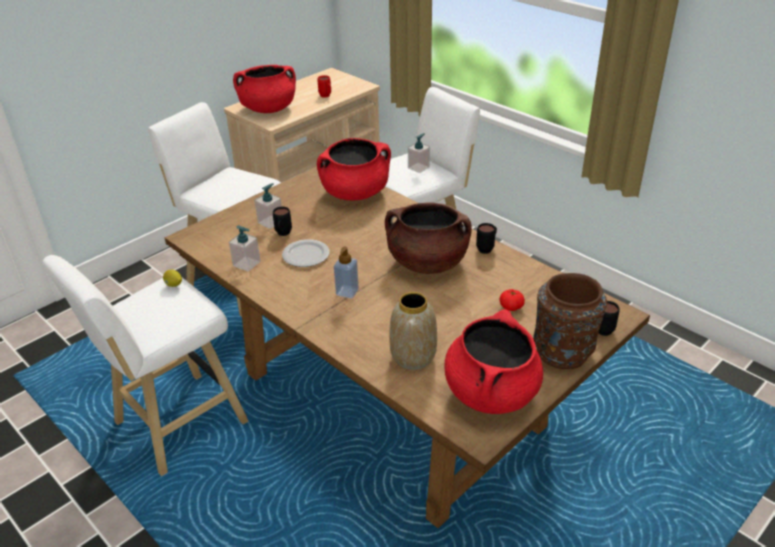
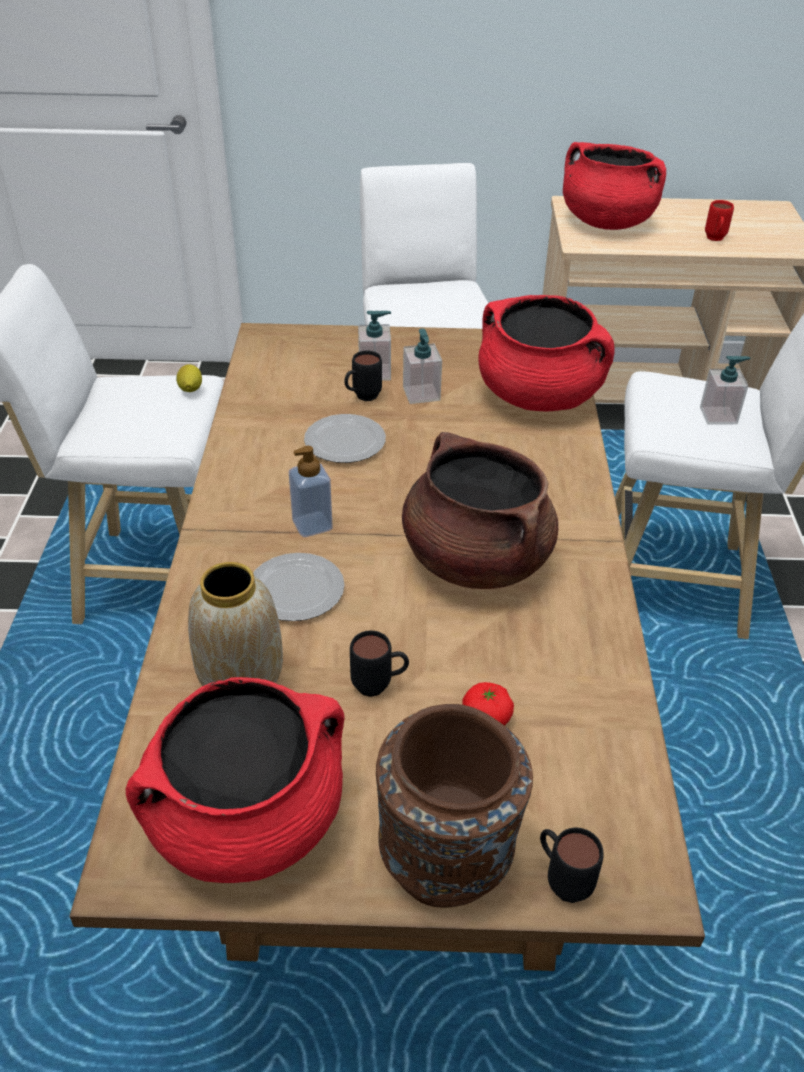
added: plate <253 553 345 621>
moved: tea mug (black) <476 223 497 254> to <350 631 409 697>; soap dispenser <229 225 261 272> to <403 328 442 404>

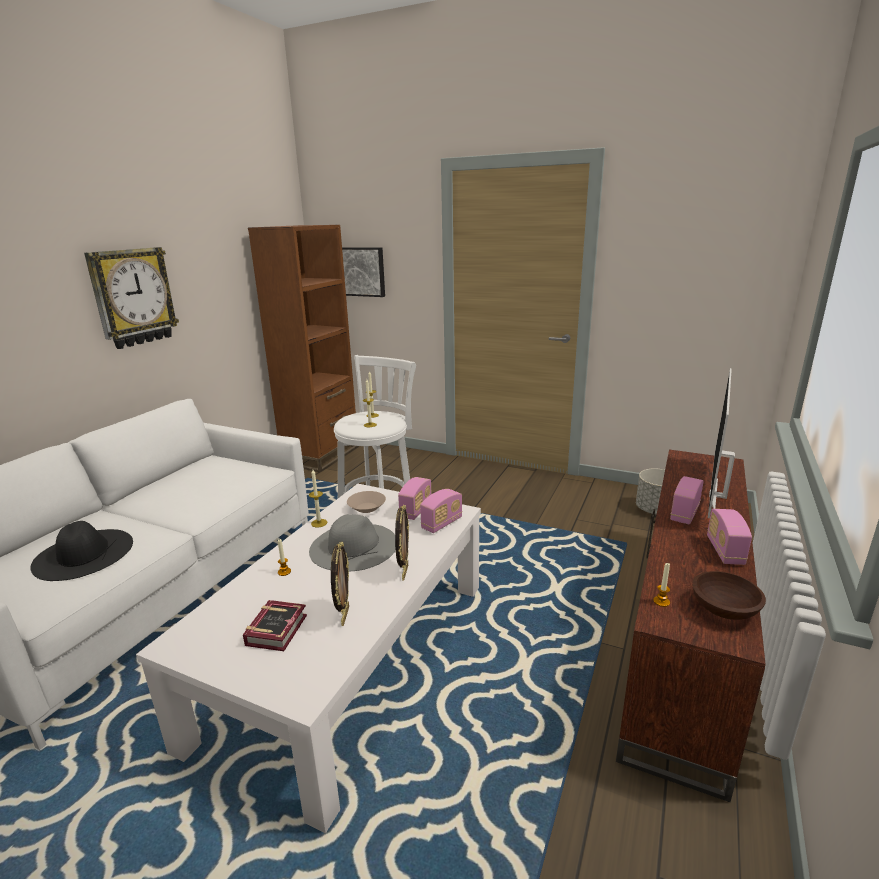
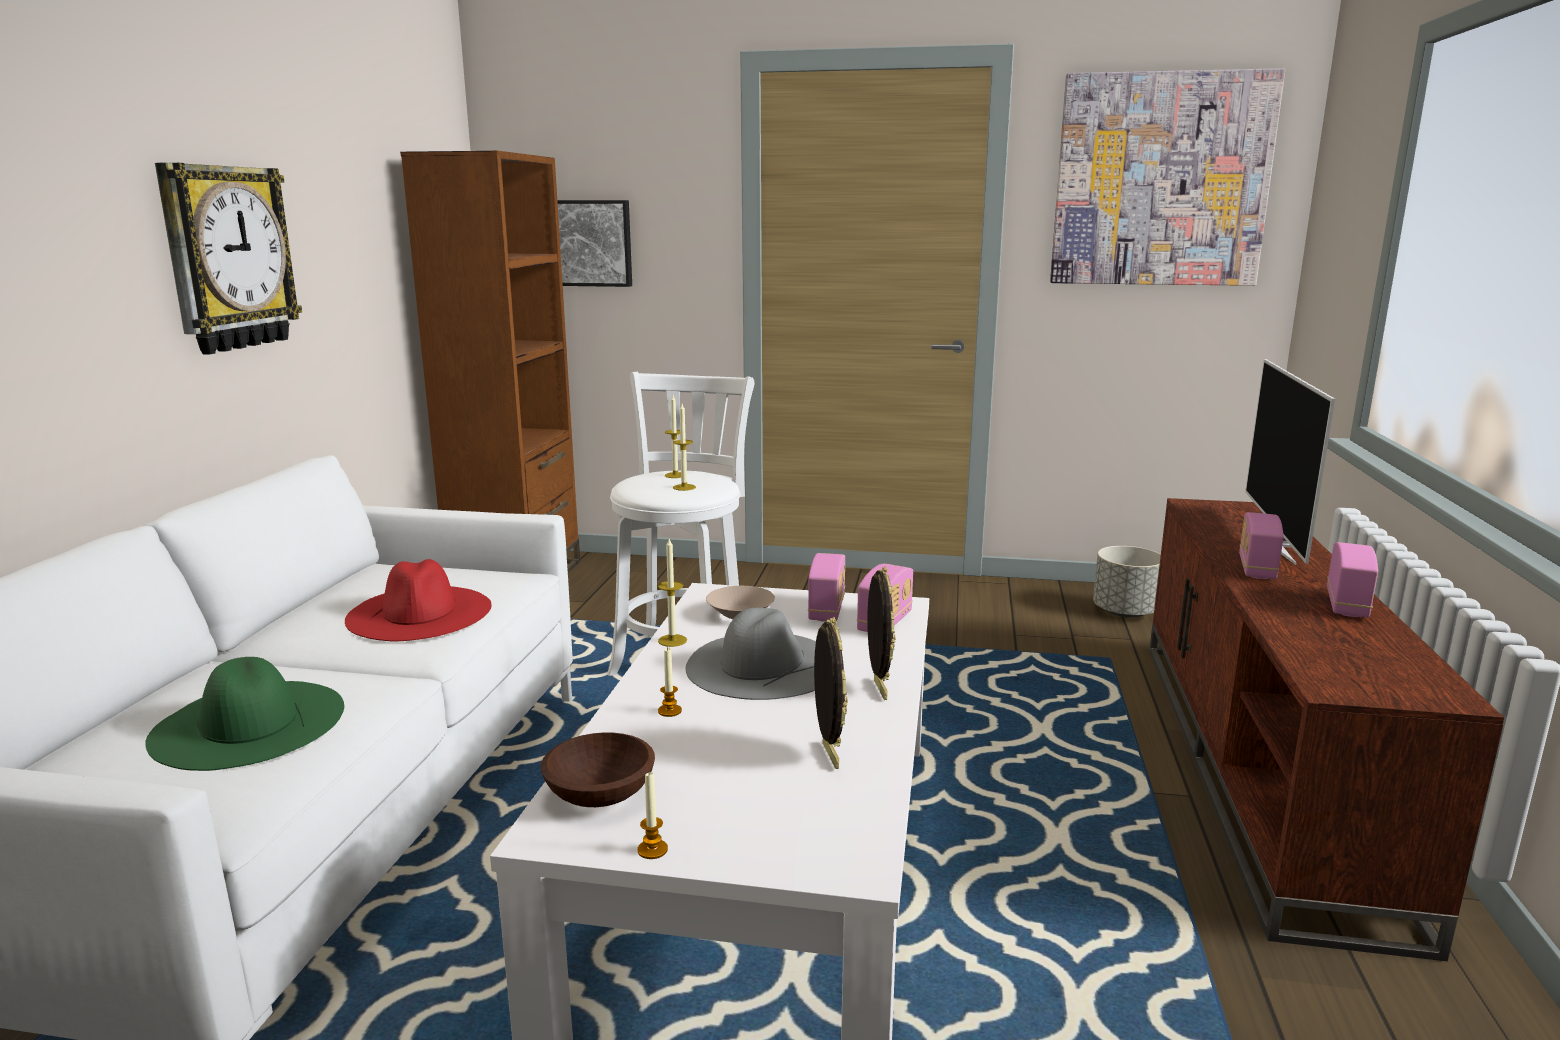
removed: bound book <243 600 307 651>
added: wall art <1050 68 1285 286>; wearable hat (red-coloured) <345 559 492 641>
moved: wax light <653 563 670 607> to <638 772 668 859>; serving bowl (brown-coloured) <692 571 766 620> to <541 733 655 807>
recoloured: wearable hat (black) <30 521 133 581> to wearable hat (greenish) <145 657 344 771>
turned: radio <707 509 752 565> = <1327 542 1378 617> 150 degrees counterclockwise

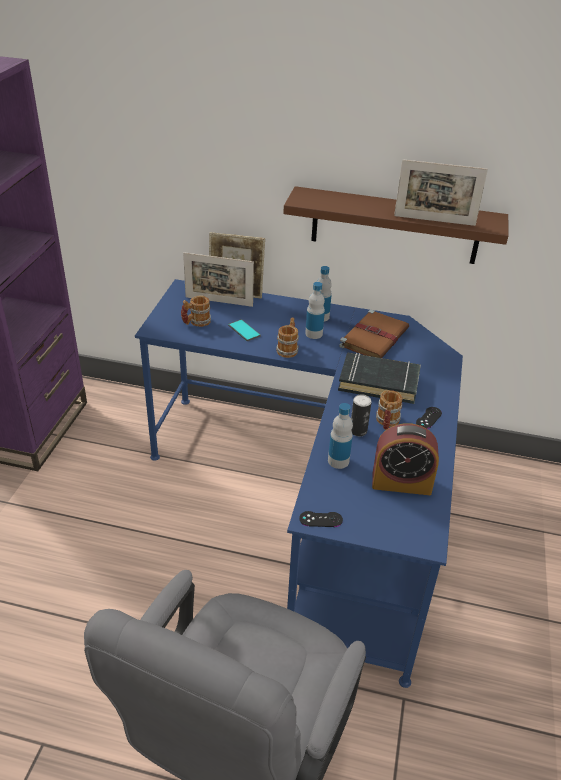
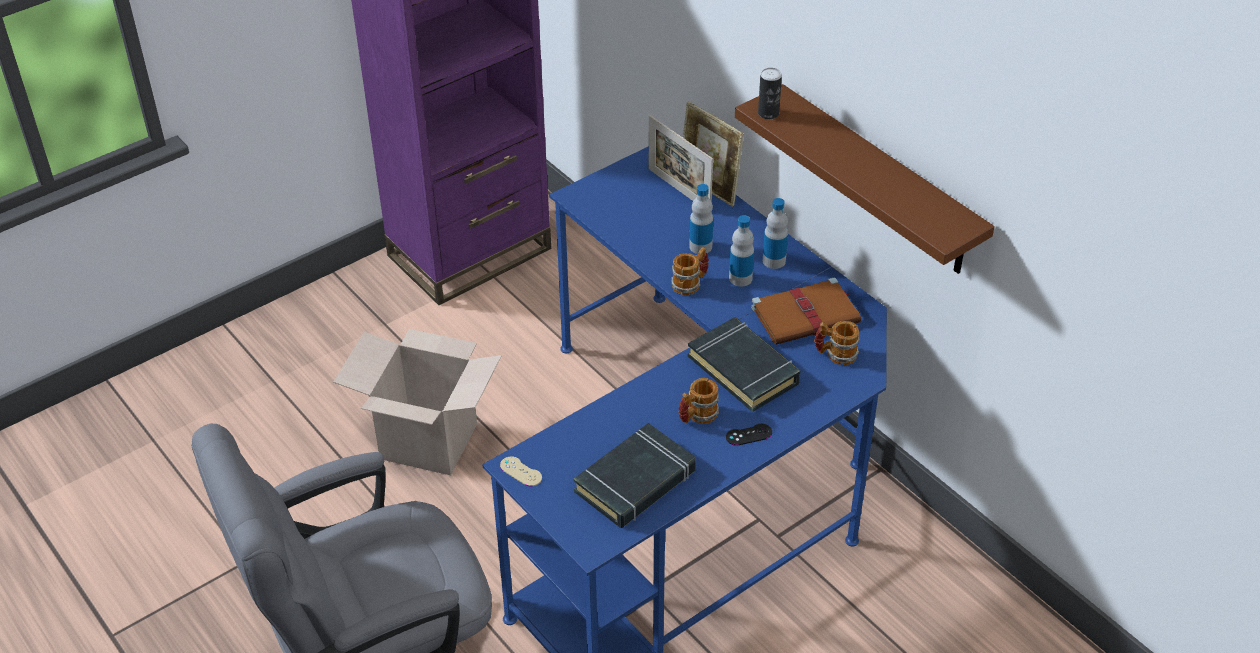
removed: picture frame <394 159 488 226>; handset <228 319 261 341>
added: cardboard box <333 329 502 475>
moved: tea mug <181 296 211 327> to <814 321 860 365>; sealed can <351 394 372 436> to <758 68 782 119>; beverage bottle <328 403 353 469> to <689 184 713 254>
replaced: alarm clock <372 423 439 495> to bound book (black) <573 423 696 528>
recoloured: joypad (black) <299 511 343 527> to joypad (beige) <500 457 542 486>

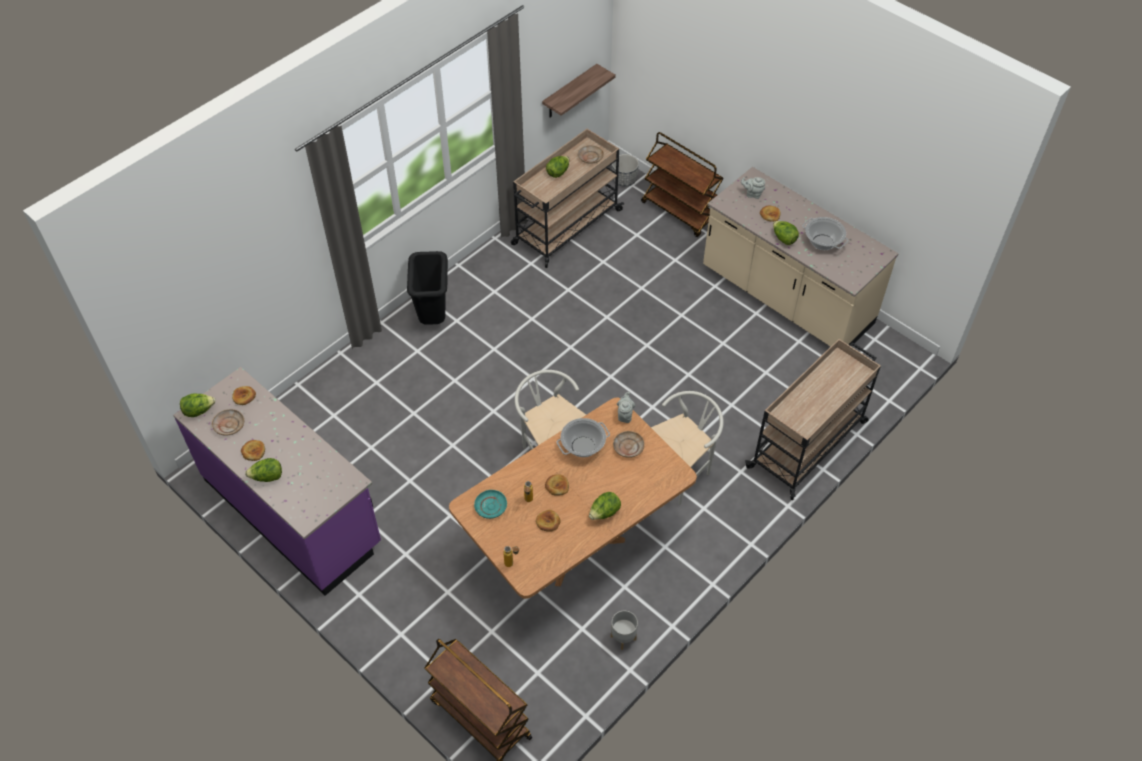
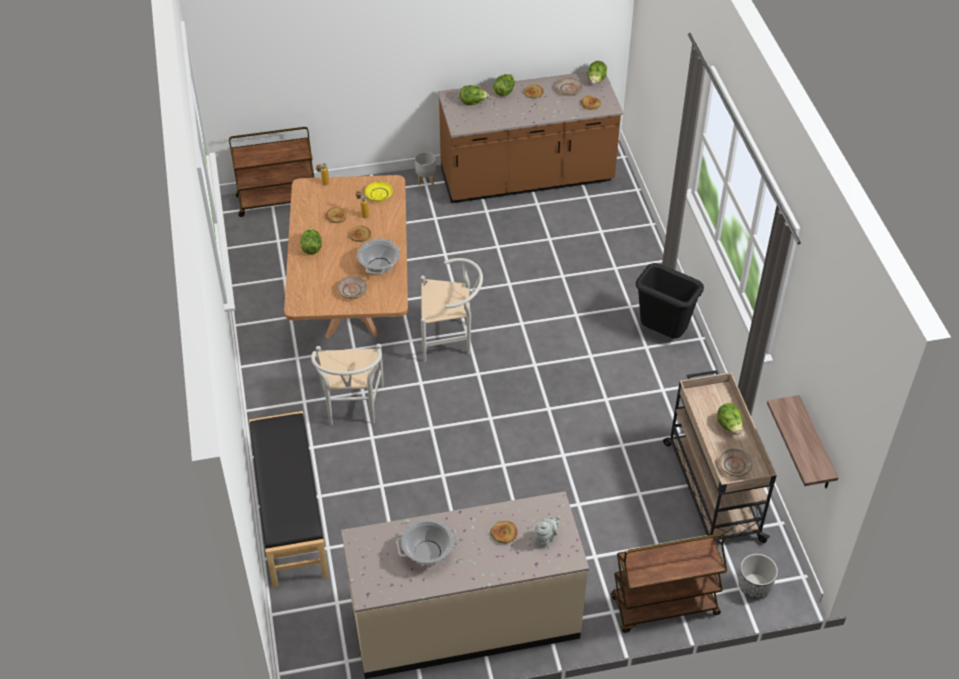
removed: pot for tea (greyish) <617 392 635 423>
moved: head of lettuce <773 221 799 245> to <460 85 489 105>; planter (greyish) <611 611 638 650> to <415 152 436 185>
replaced: trolley (beige) <745 339 881 500> to long seat (black) <249 411 329 587>
recoloured: kitchen counter (purplish) <173 367 381 596> to kitchen counter (brown-coloured) <438 72 623 203>; plate (turquoise) <474 490 507 519> to plate (yellowish) <365 181 393 201>

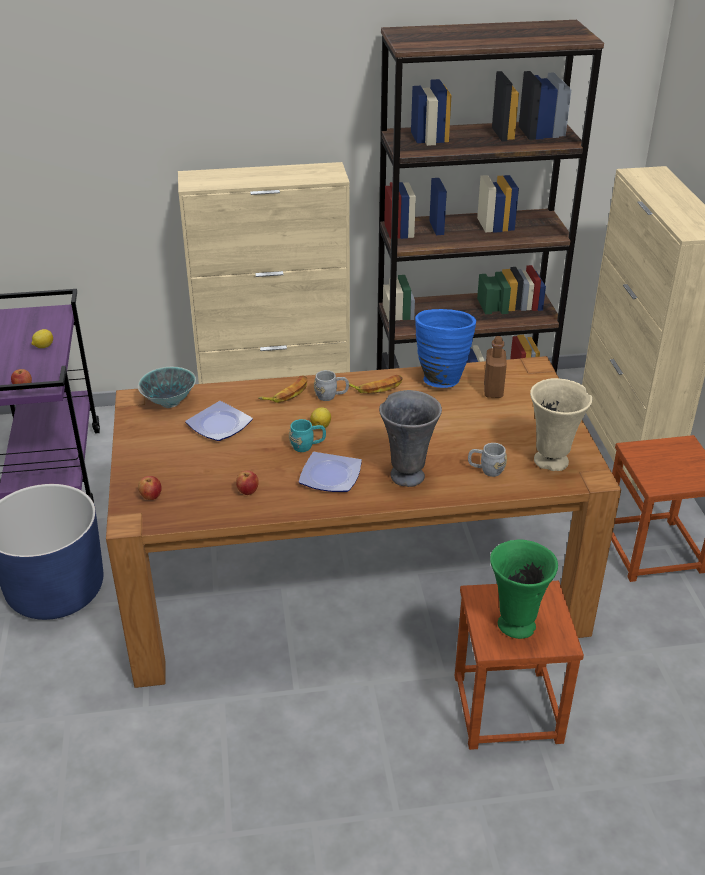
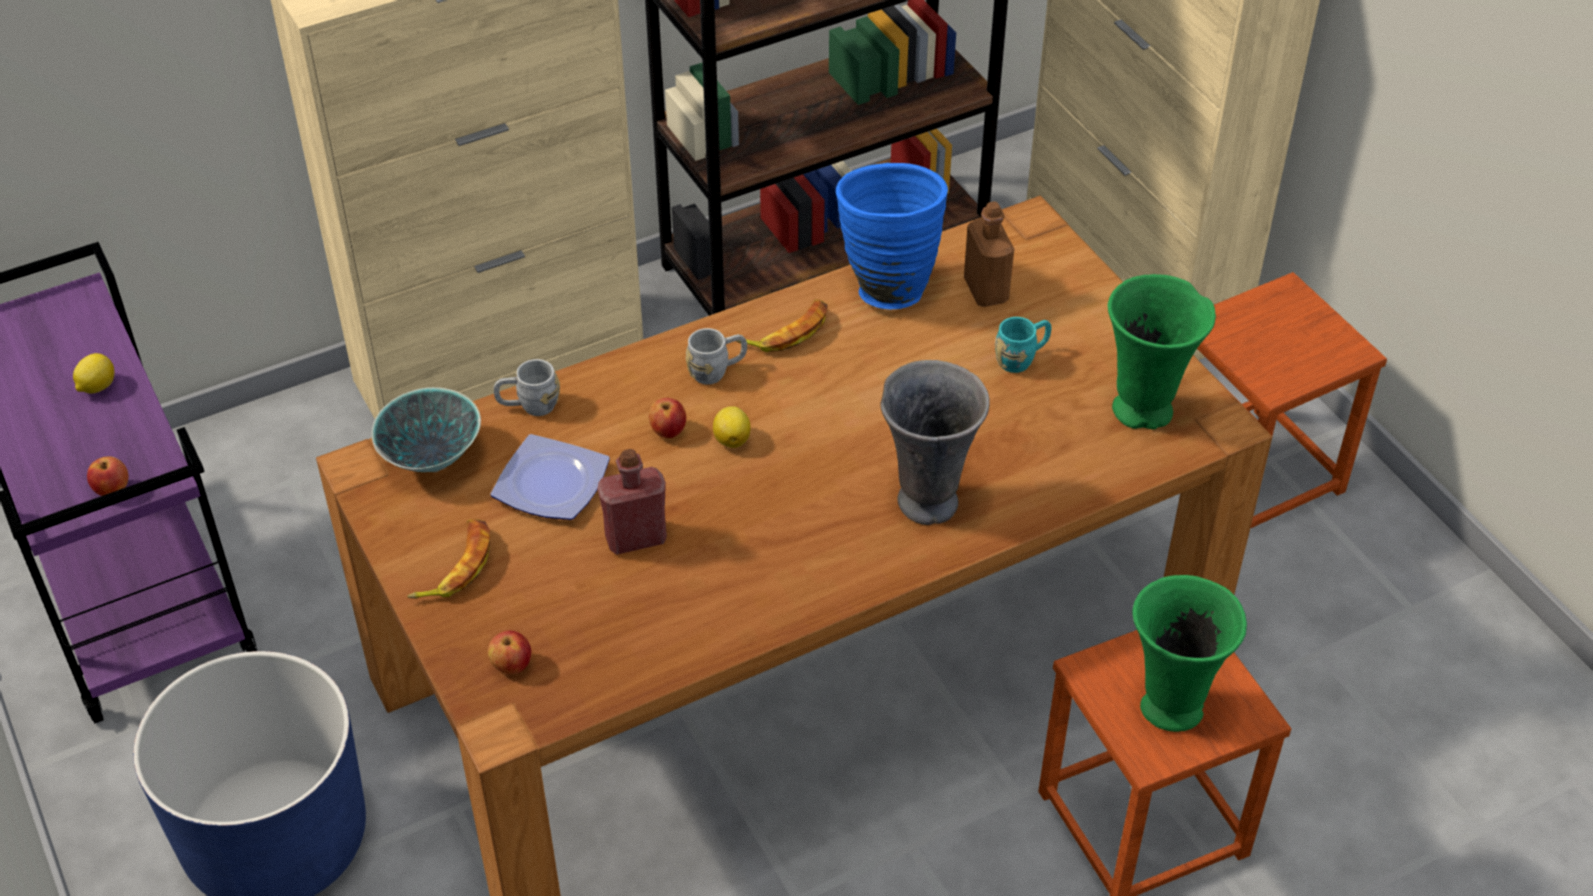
removed: plate <299 452 362 492>
added: beverage bottle (red-coloured) <597 449 667 555>
moved: whole banana <258 376 307 403> to <407 519 490 599>; tea mug (turquoise) <289 419 326 452> to <995 317 1052 373>; tea mug (greyish) <468 443 507 477> to <494 359 560 416>; apple <236 470 259 495> to <649 398 686 438>
recoloured: flower vase (beige) <530 378 593 471> to flower vase (greenish) <1108 274 1216 429>

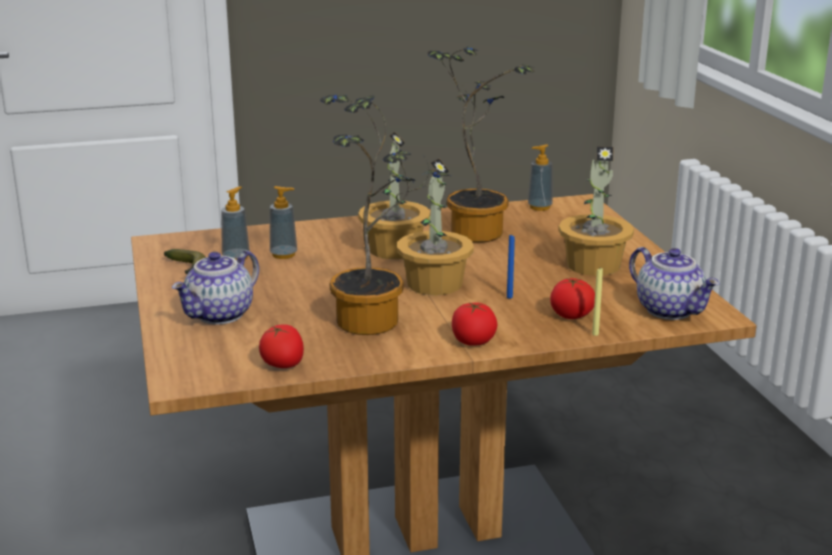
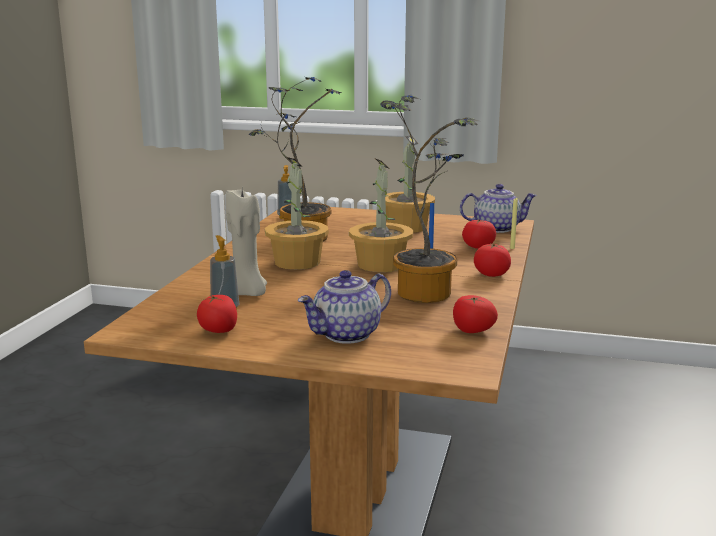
replaced: soap dispenser <270 186 297 259> to wax light (beige) <225 190 267 296>; whole banana <164 249 206 274> to fresh tomato <197 295 237 333>
turned: pot for tea <172 250 259 324> = <298 270 391 344> 75 degrees clockwise

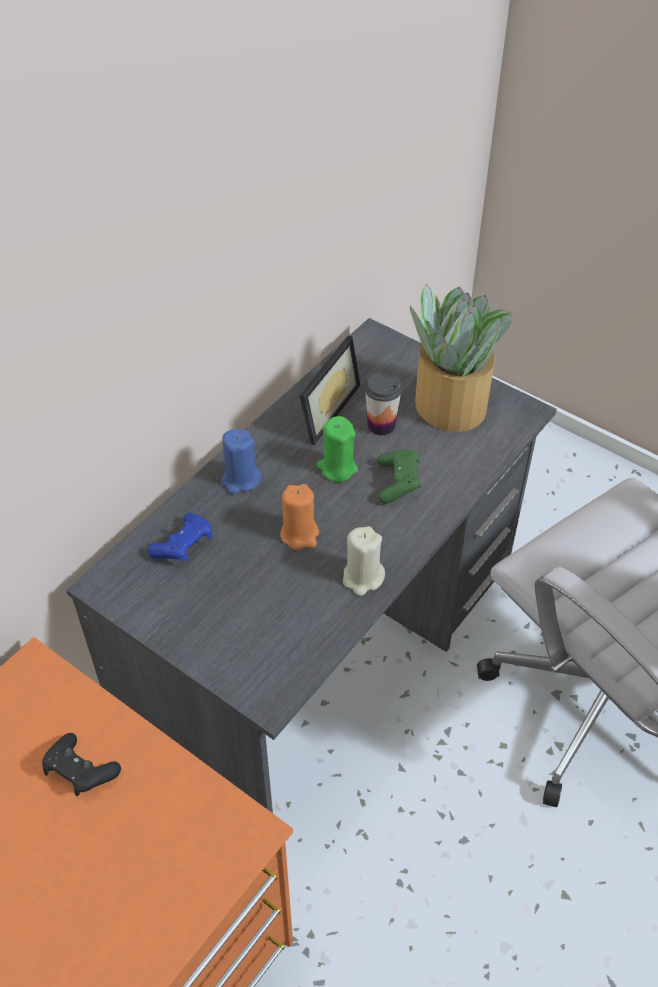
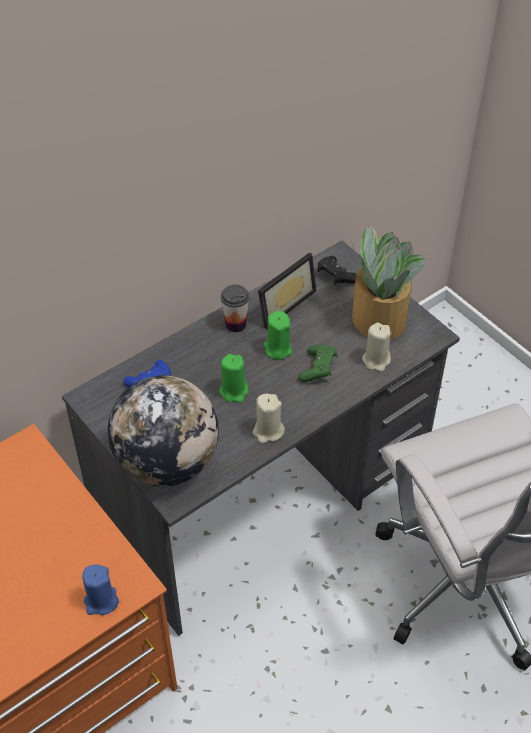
added: wax light (beige) <362 323 391 372>; desk globe <108 375 219 486>
moved: small cup <364 372 403 435> to <221 284 250 332>; wax light (blue) <221 429 262 494> to <82 565 119 615>; joypad (black) <42 733 121 796> to <318 256 357 285>
recoloured: wax light (orange) <280 484 319 550> to wax light (greenish) <219 354 249 403>

